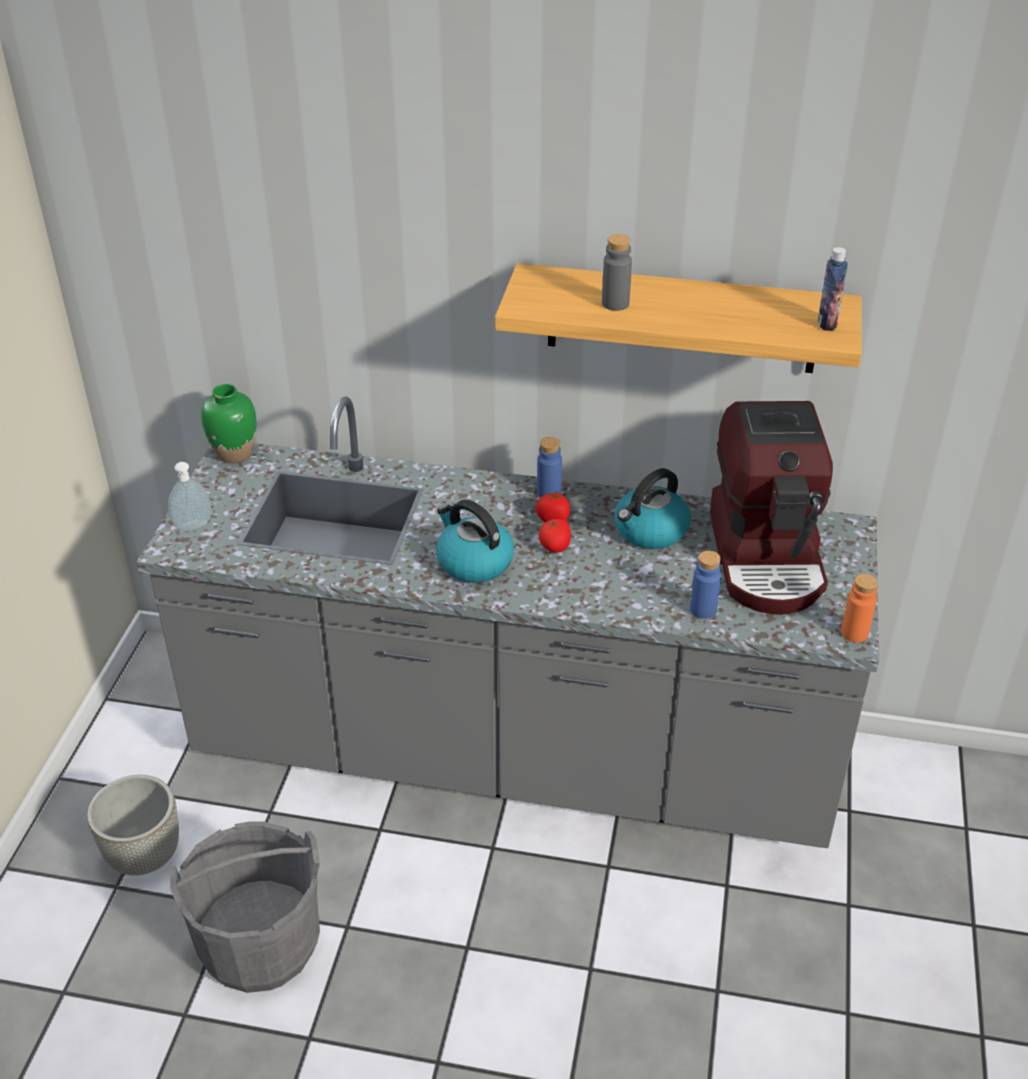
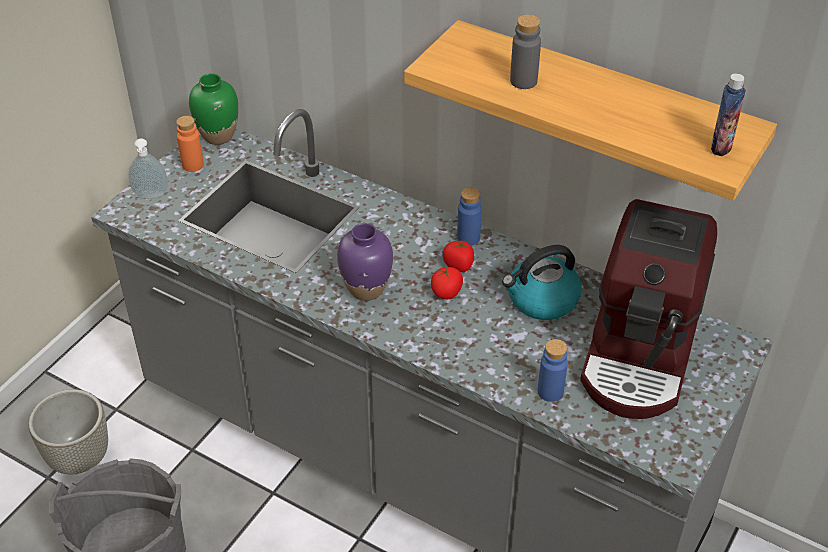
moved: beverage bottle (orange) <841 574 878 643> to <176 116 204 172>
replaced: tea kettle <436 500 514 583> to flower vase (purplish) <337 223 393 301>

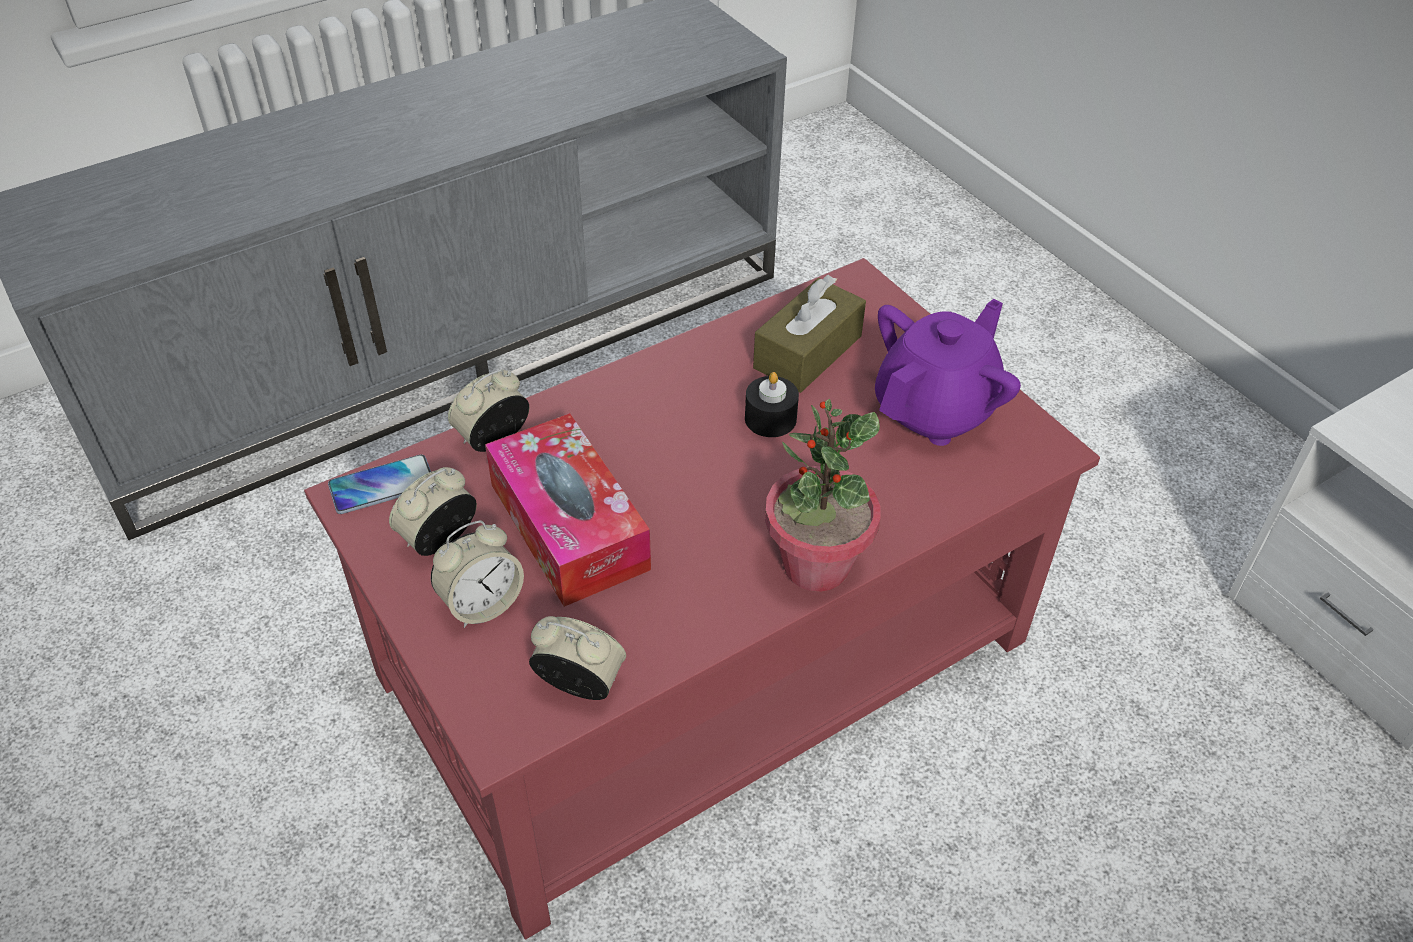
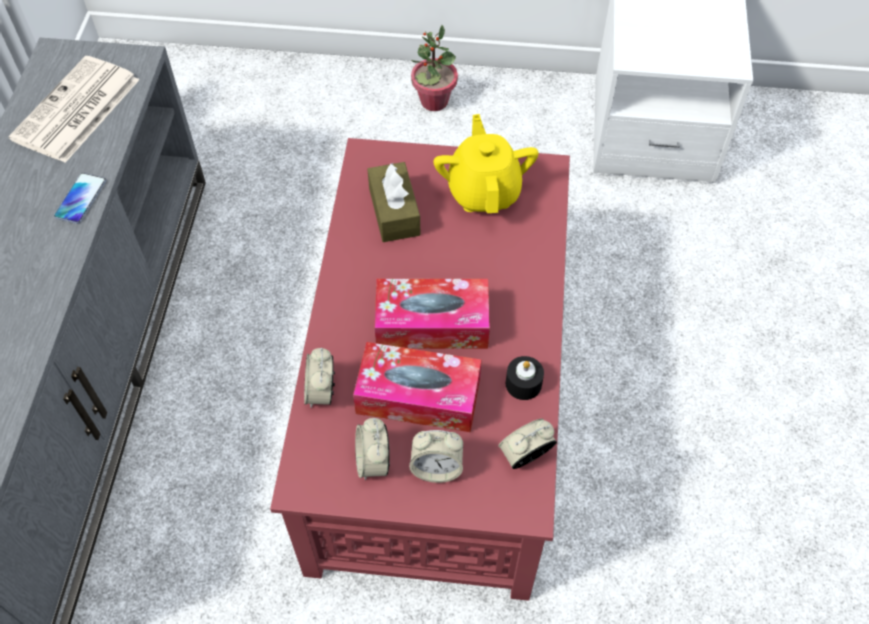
added: daily paper <8 56 140 163>; tissue holder <375 279 490 349>
moved: wax light (black) <745 372 799 437> to <506 356 544 400>; plant in a pot <765 399 881 592> to <411 25 458 111>; handset <328 454 431 514> to <54 173 106 224>
recoloured: pot for tea (purplish) <875 299 1021 446> to pot for tea (yellowish) <434 114 539 213>
turned: alarm clock <431 520 524 628> = <409 430 463 483> 90 degrees clockwise

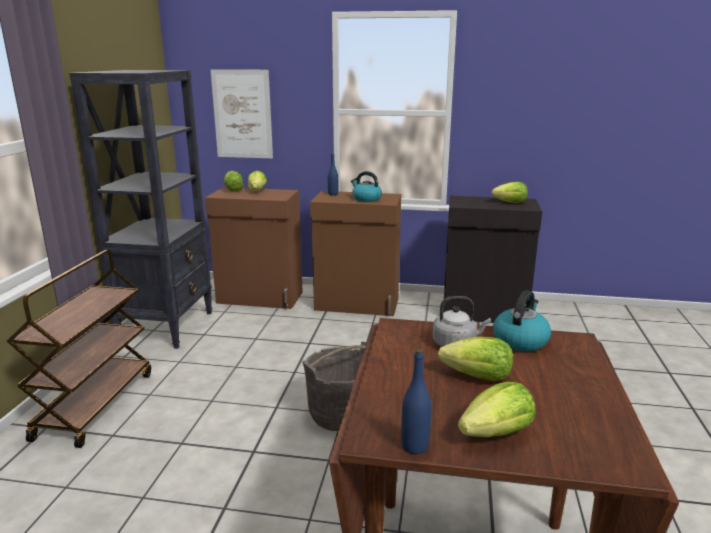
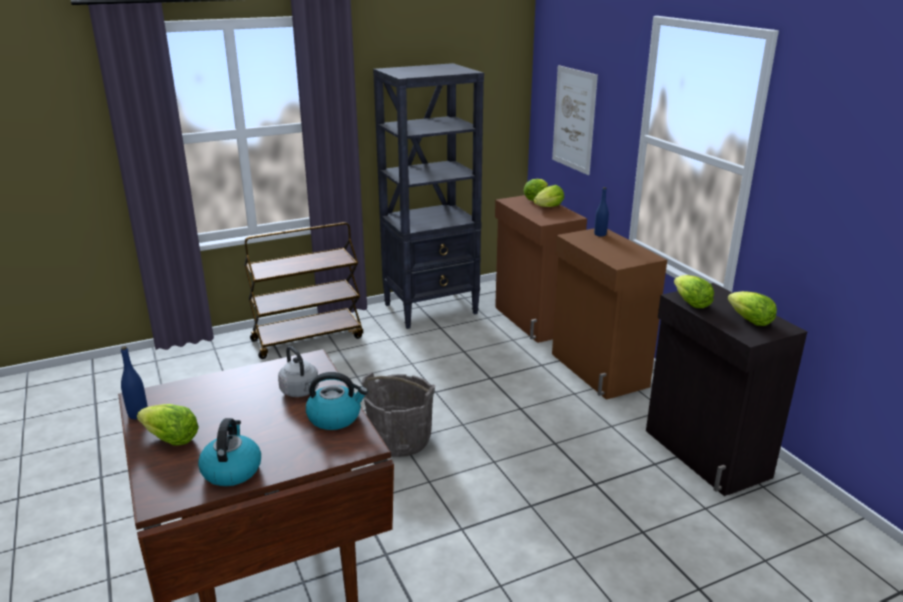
moved: tea kettle <351 171 382 202> to <198 418 261 486>; head of lettuce <438 337 513 381> to <674 275 714 308>

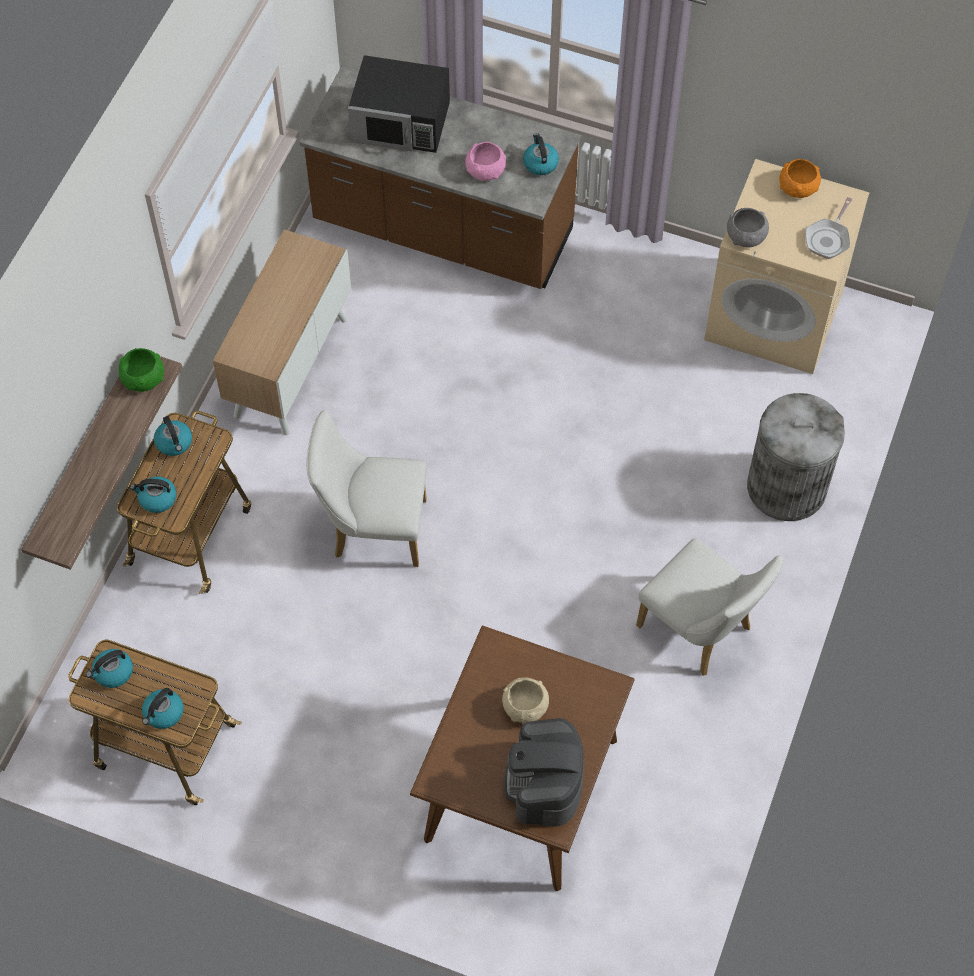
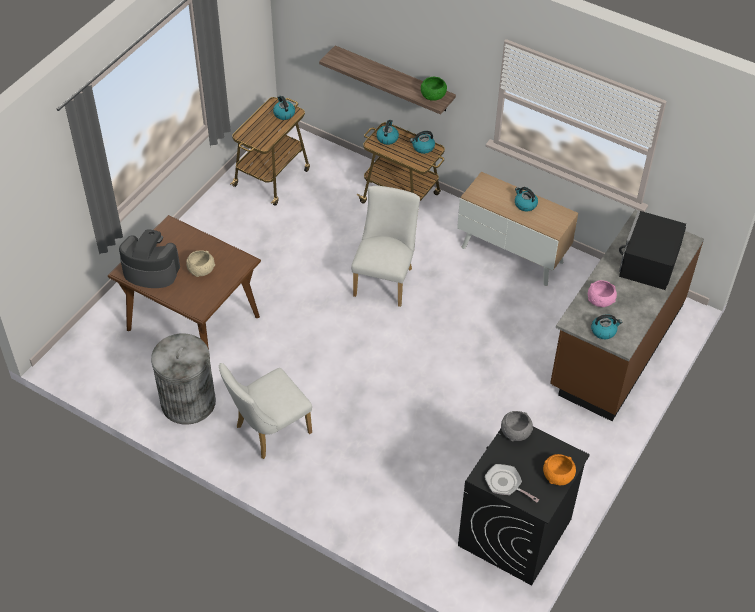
moved: trash can (greyish) <747 393 845 521> to <151 333 216 425>; tea kettle <142 688 183 729> to <515 187 538 211>
recoloured: washing machine (beige) <704 159 870 374> to washing machine (black) <458 427 590 586>

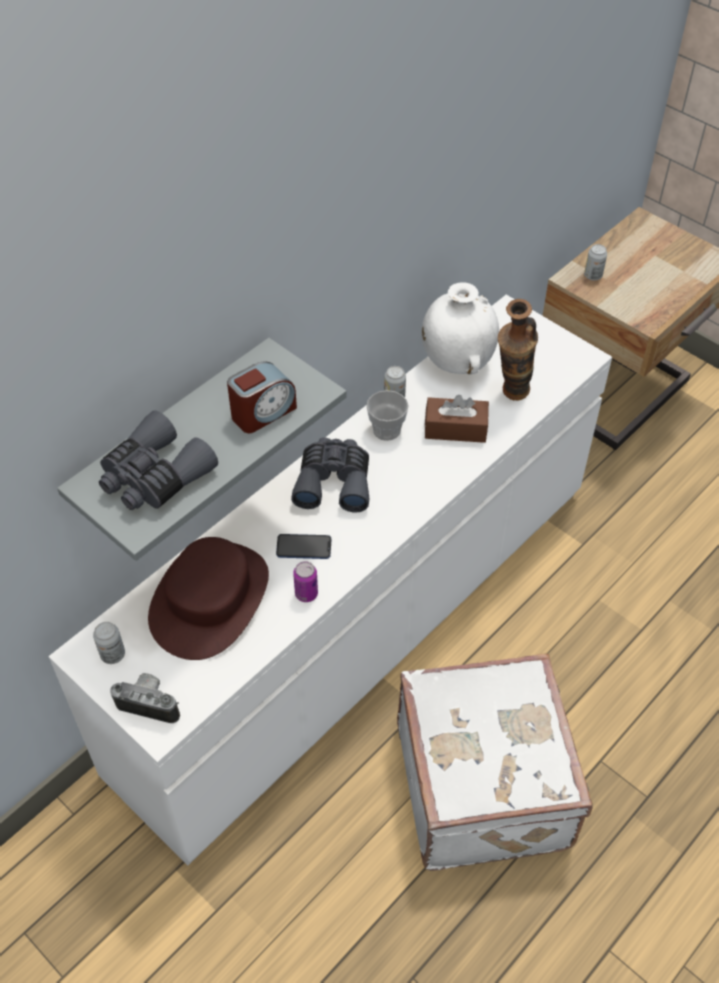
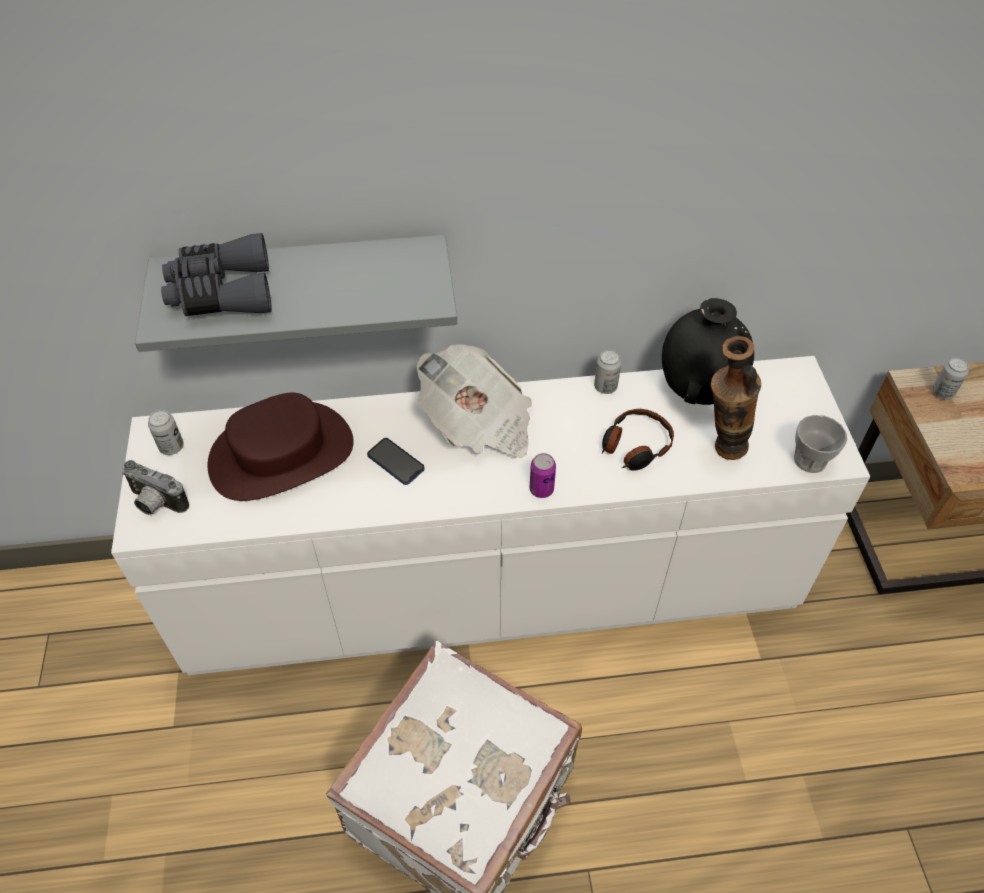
removed: alarm clock <227 361 297 433>
moved: small cup <366 390 409 441> to <794 415 848 473>; sealed can <293 561 318 602> to <530 453 556 498>
replaced: tissue holder (brown-coloured) <425 395 489 443> to headphones <602 409 674 471>; pair of binoculars (greyish) <291 438 369 513> to daily paper <417 344 532 458>
recoloured: flower vase (white-coloured) <421 282 499 374> to flower vase (black) <662 298 754 405>
turned: photo camera <110 673 180 723> = <122 460 189 515> 150 degrees clockwise

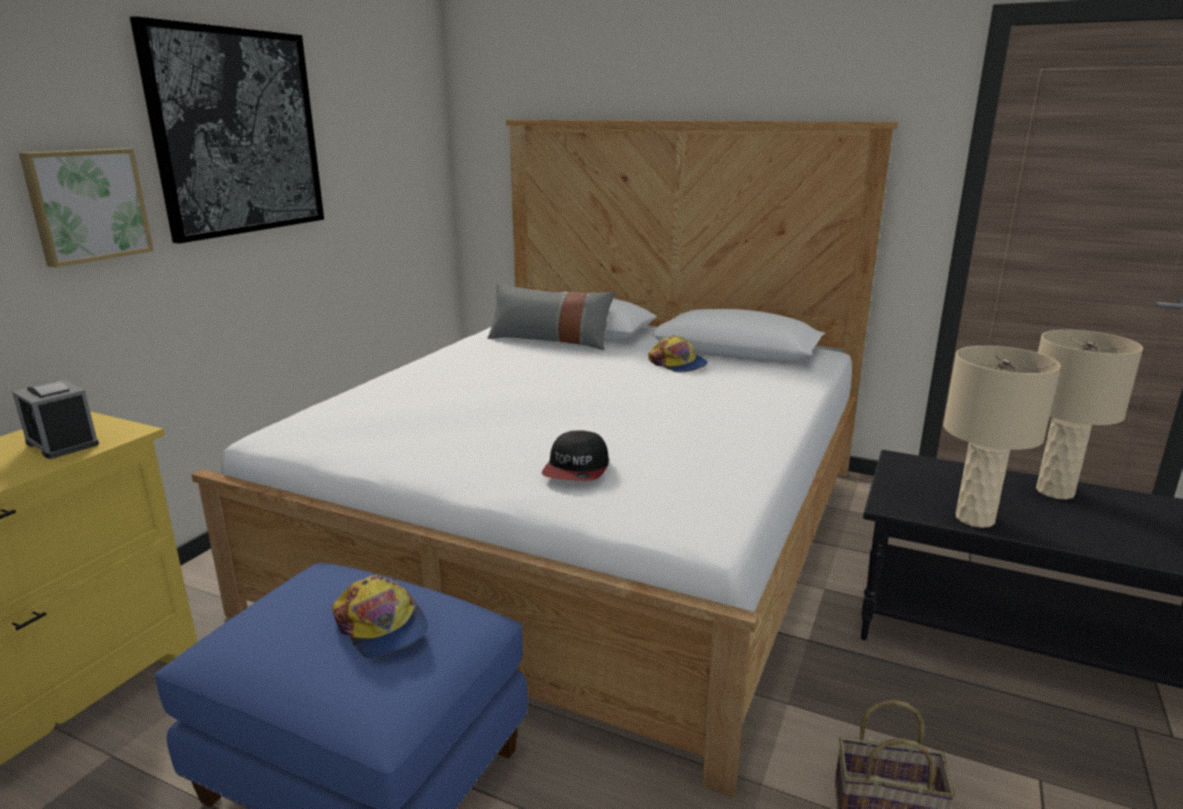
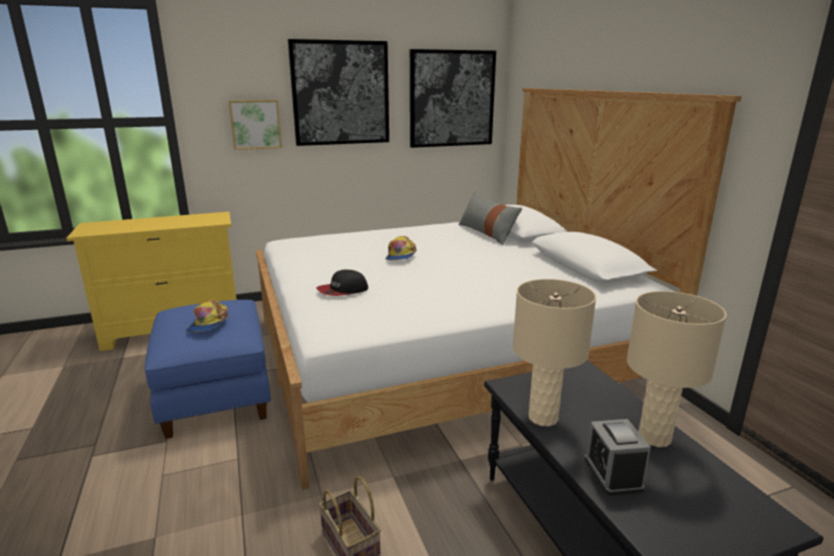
added: wall art <410 49 496 148>
moved: cap <649 336 708 373> to <385 236 417 260>; alarm clock <12 380 99 459> to <585 419 651 496>

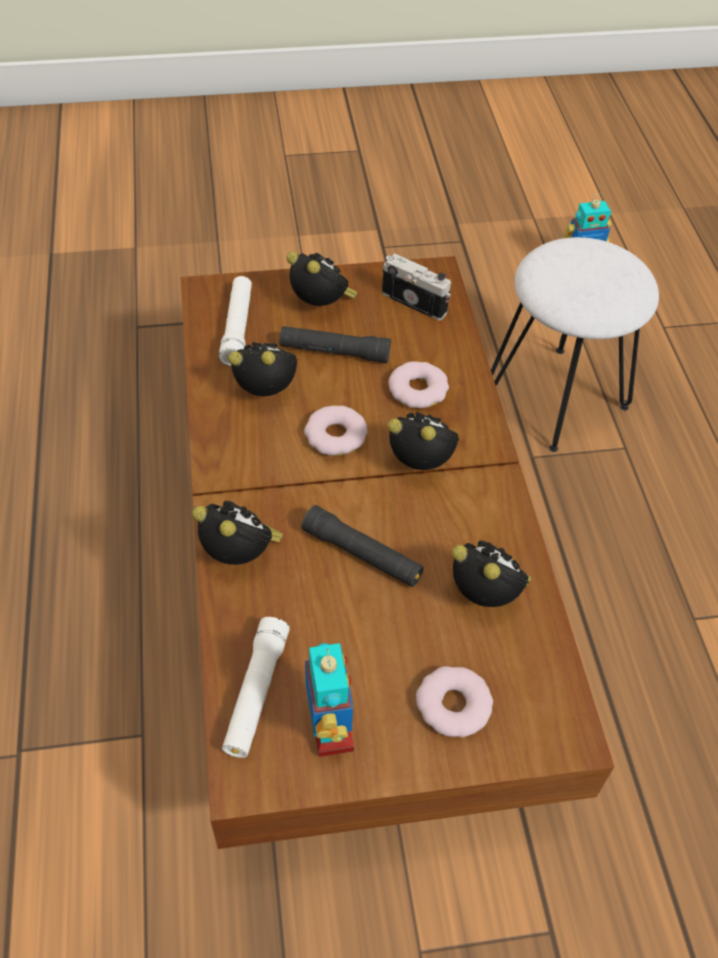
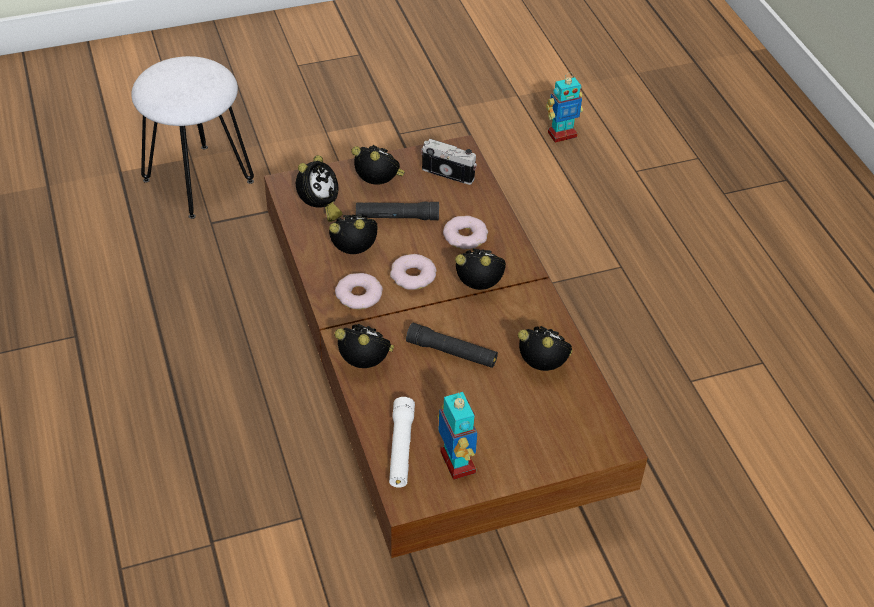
moved: stool seat (white-coloured) <491 237 659 452> to <131 56 254 219>; donut <416 666 493 737> to <335 273 383 309>
replaced: hand torch (white-coloured) <219 276 252 366> to alarm clock <296 155 342 222>

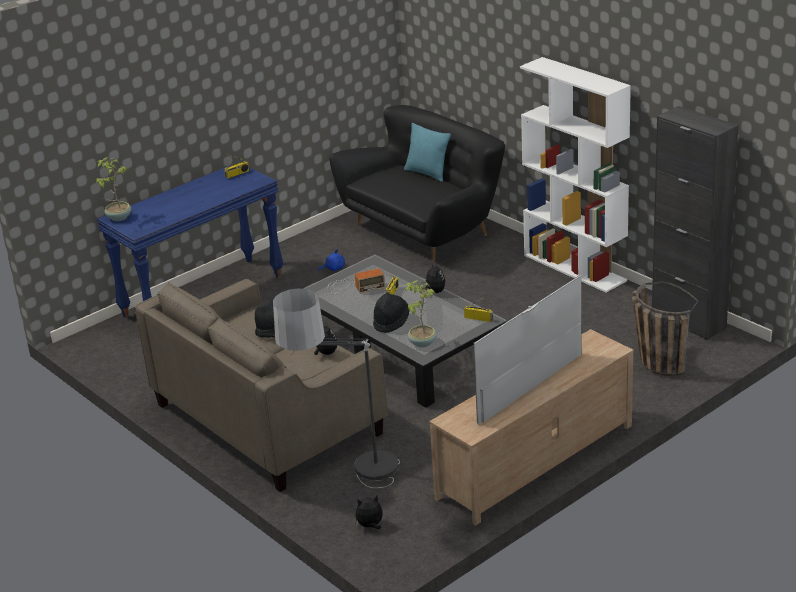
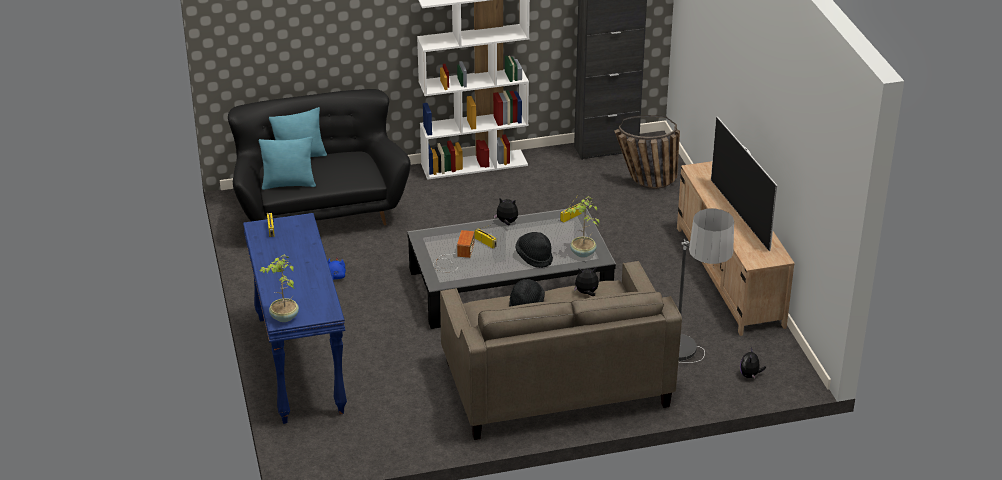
added: throw pillow (turquoise) <259 137 316 190>

